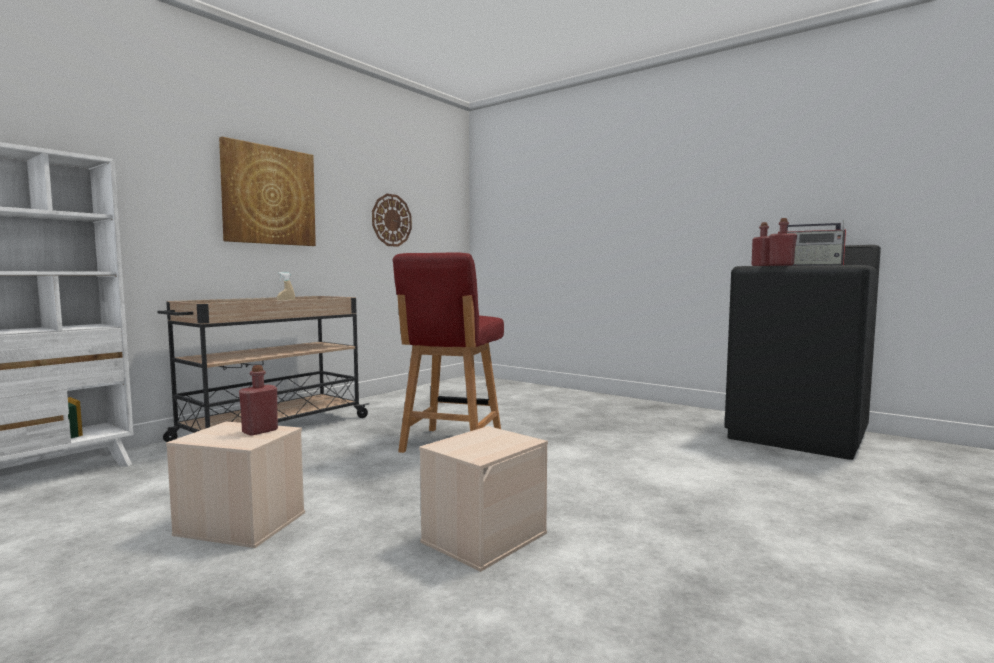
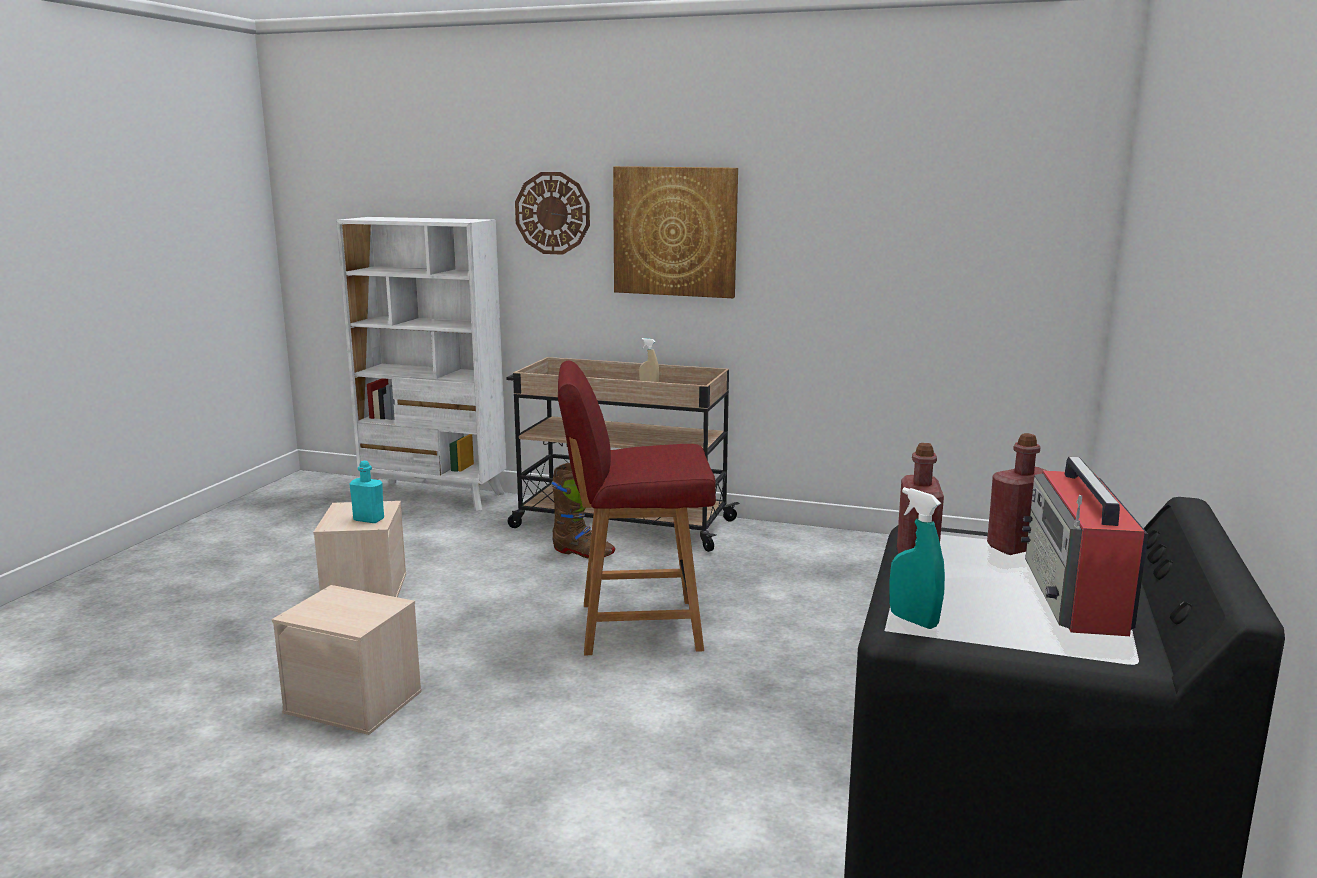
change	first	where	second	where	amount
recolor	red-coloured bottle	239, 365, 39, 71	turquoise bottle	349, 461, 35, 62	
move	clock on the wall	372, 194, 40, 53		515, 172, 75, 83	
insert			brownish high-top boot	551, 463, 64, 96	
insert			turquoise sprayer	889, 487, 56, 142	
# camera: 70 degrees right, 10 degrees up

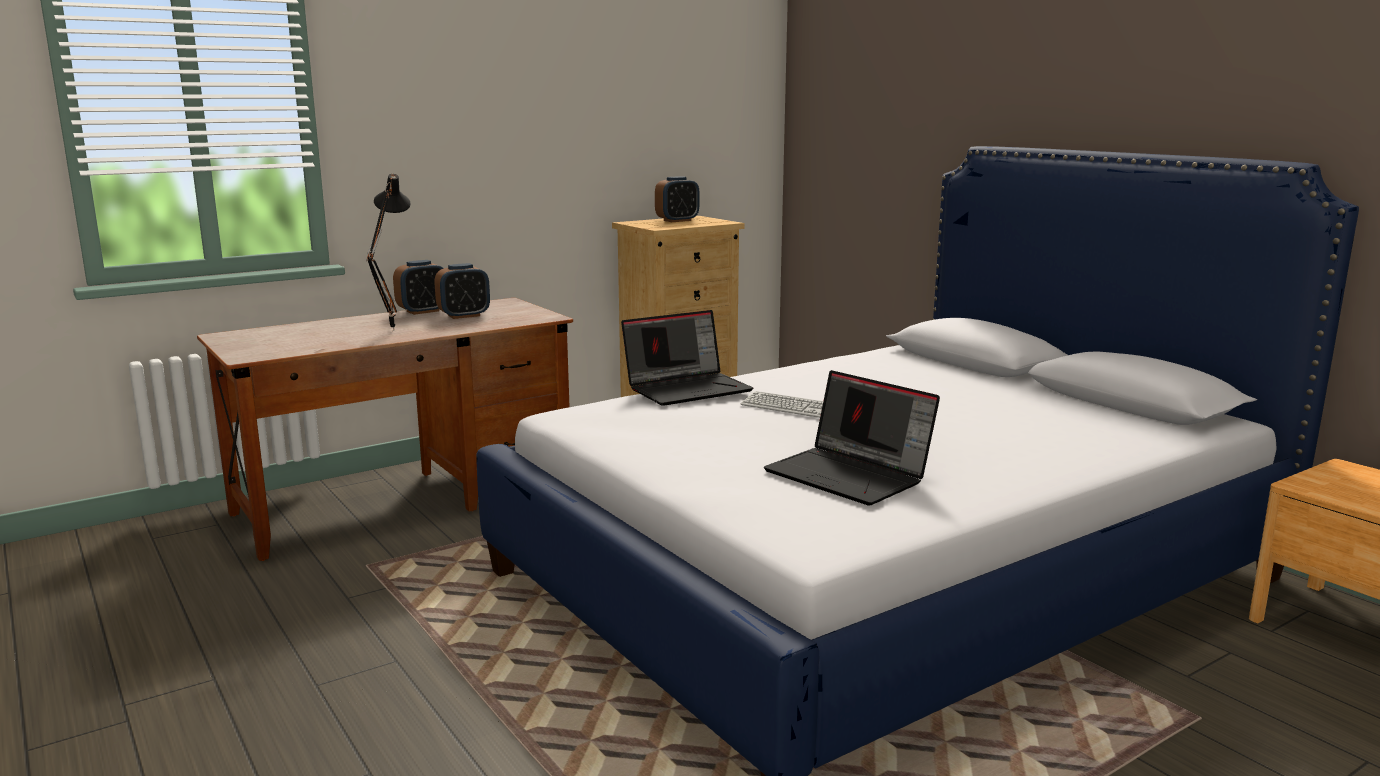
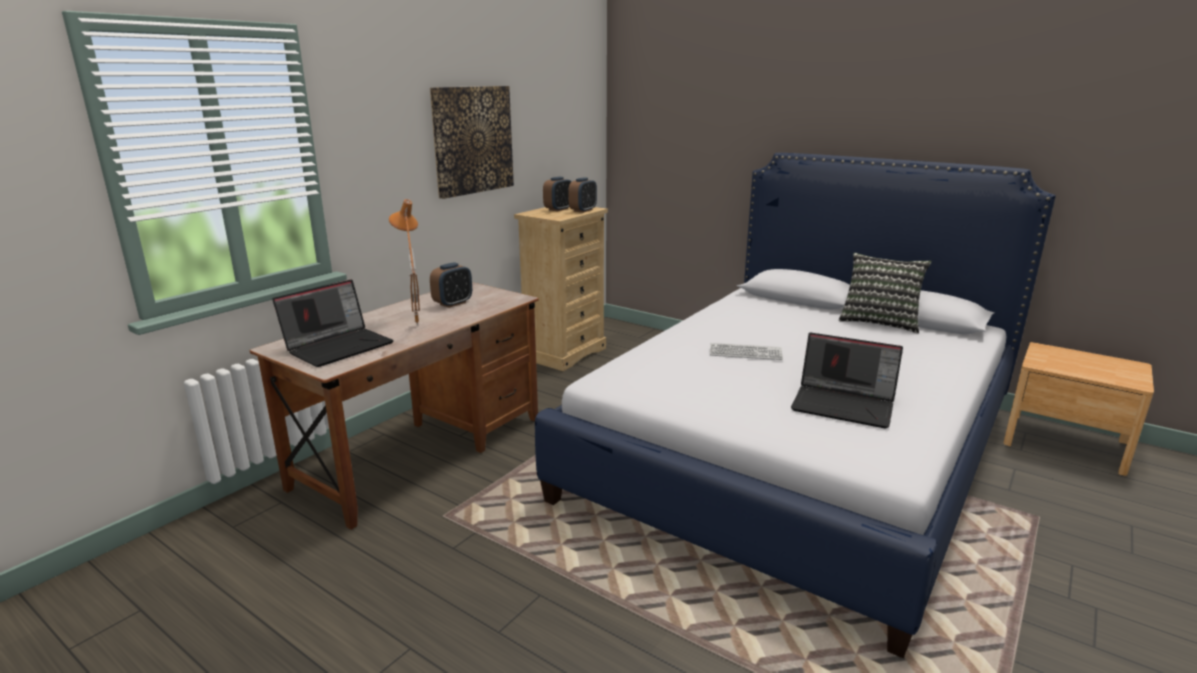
change	first	where	second	where	amount
move	notebook computer	621, 310, 132, 96		272, 280, 122, 87	
recolor	blackish lamp for a table	366, 174, 44, 157	orange lamp for a table	389, 199, 31, 127	
insert			wall picture	430, 86, 84, 113	
move	table clock	393, 260, 51, 55		568, 177, 29, 36	
insert			throw pillow	839, 253, 93, 80	
# camera: 20 degrees left, 5 degrees up

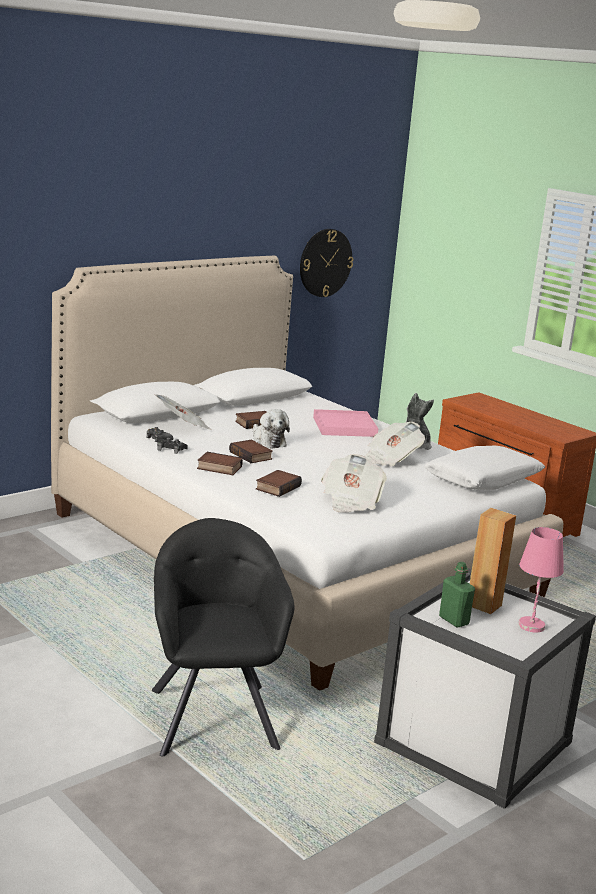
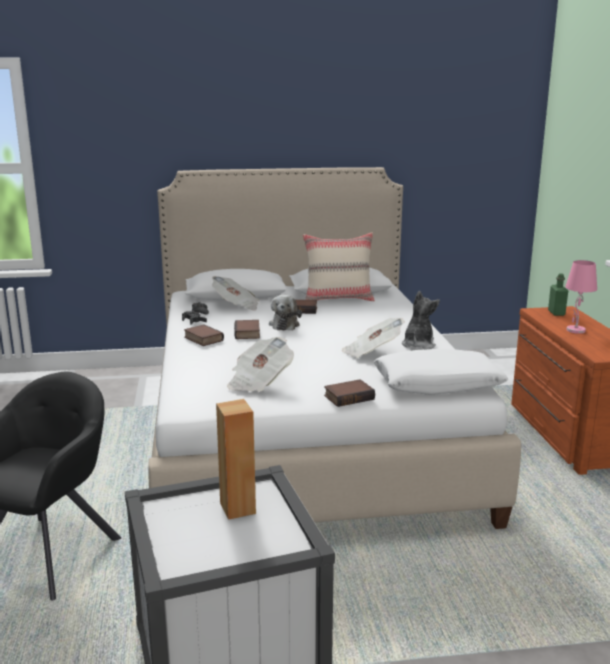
change	first	where	second	where	amount
insert			sand-coloured throw pillow	303, 233, 72, 68	
move	volume	256, 470, 46, 27		324, 379, 51, 28	
move	green-coloured bottle	439, 562, 36, 65		548, 273, 20, 43	
move	pinkish lamp for a table	518, 527, 46, 105		565, 260, 32, 74	
delete	clock on the wall	300, 229, 53, 68			
delete	pinkish carrying tray	313, 409, 65, 28			
# camera: 35 degrees right, 0 degrees up

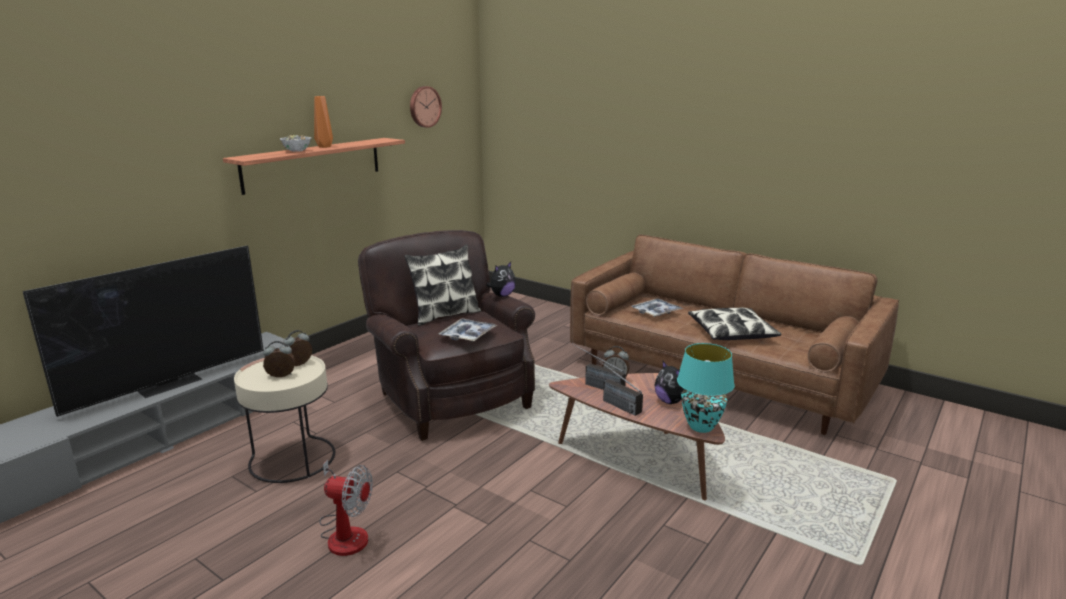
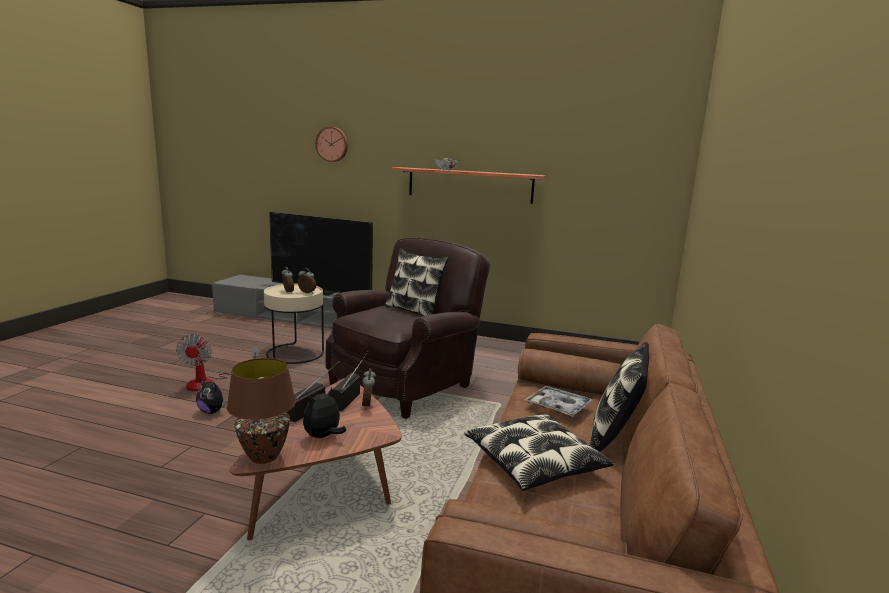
change	first	where	second	where	amount
move	plush toy	487, 262, 29, 35		196, 379, 32, 35	
recolor	turquoise lamp for a table	677, 343, 58, 90	brownish lamp for a table	227, 358, 69, 106	
move	clock on the wall	410, 86, 32, 42		315, 127, 33, 35	
insert			throw pillow	590, 342, 59, 110	
delete	orange decorative vase	314, 96, 19, 52			
delete	carrying tray	439, 318, 58, 24			
# camera: 70 degrees right, 5 degrees down

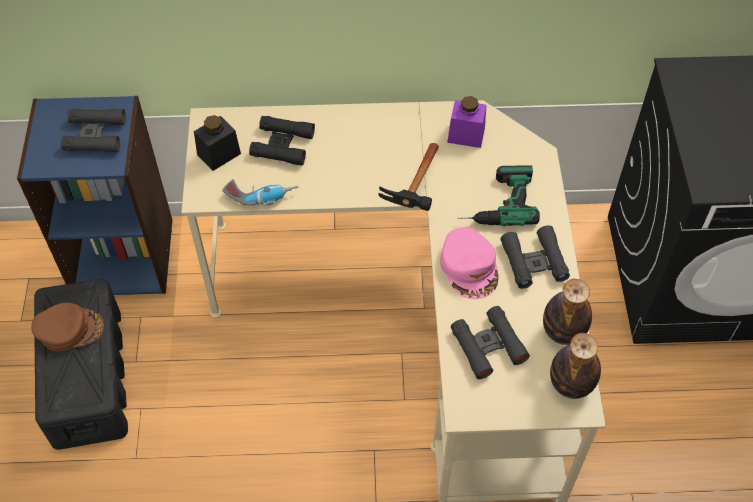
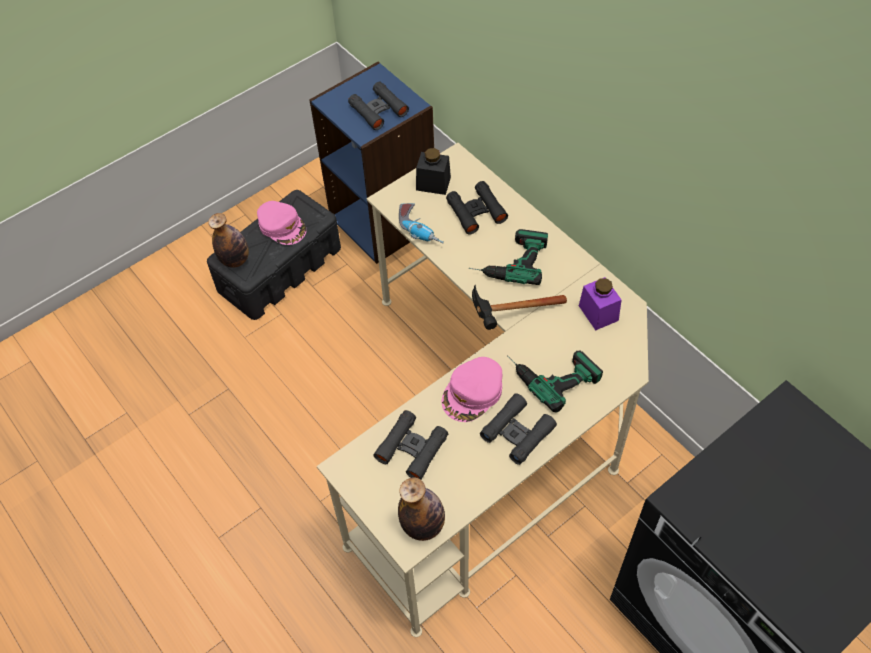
change	first	where	second	where	amount
move	bottle	543, 279, 49, 66		208, 213, 41, 55	
recolor	brownish peaked cap	31, 302, 73, 50	pinkish peaked cap	257, 201, 50, 44	
insert			power drill	469, 229, 79, 56	
# camera: 55 degrees right, 0 degrees up

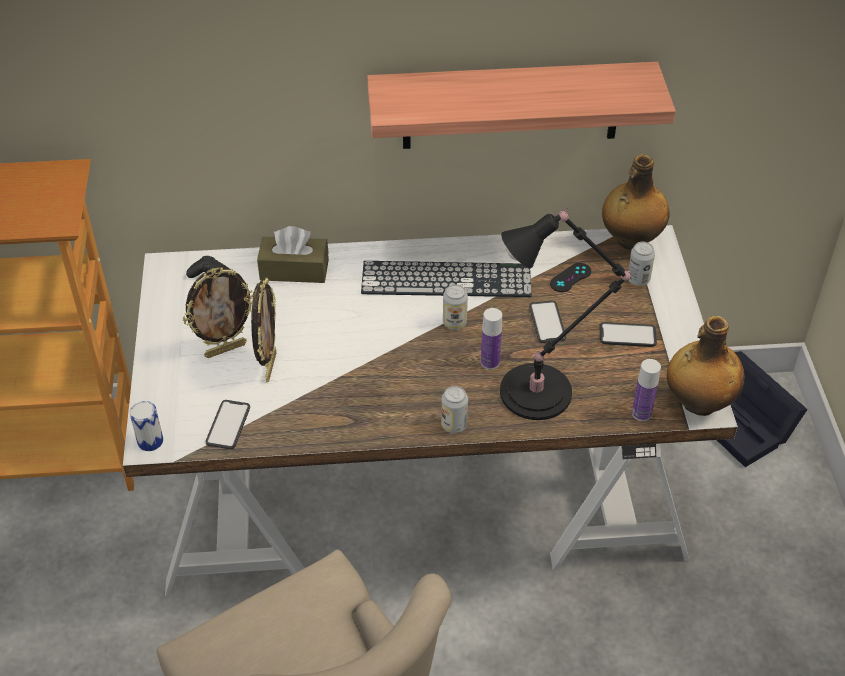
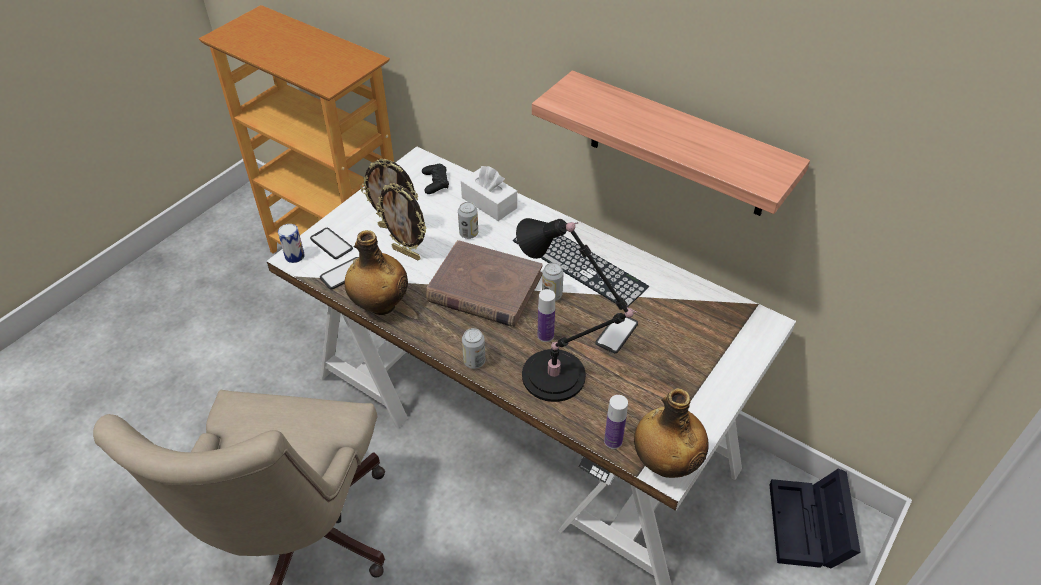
change	first	where	second	where	amount
move	phone	600, 322, 57, 25		310, 228, 43, 31	
move	bottle	602, 154, 68, 95		345, 230, 63, 85	
rotate	photo frame	251, 278, 25, 104		376, 183, 51, 77	75 degrees clockwise
insert			brownish volume	426, 240, 117, 87	
move	can	628, 242, 27, 44		458, 202, 20, 37	
recolor	brownish box of tissues	257, 226, 72, 57	white box of tissues	461, 166, 56, 55	
delete	blackish gamepad	550, 263, 41, 29			
# camera: 40 degrees right, 0 degrees up

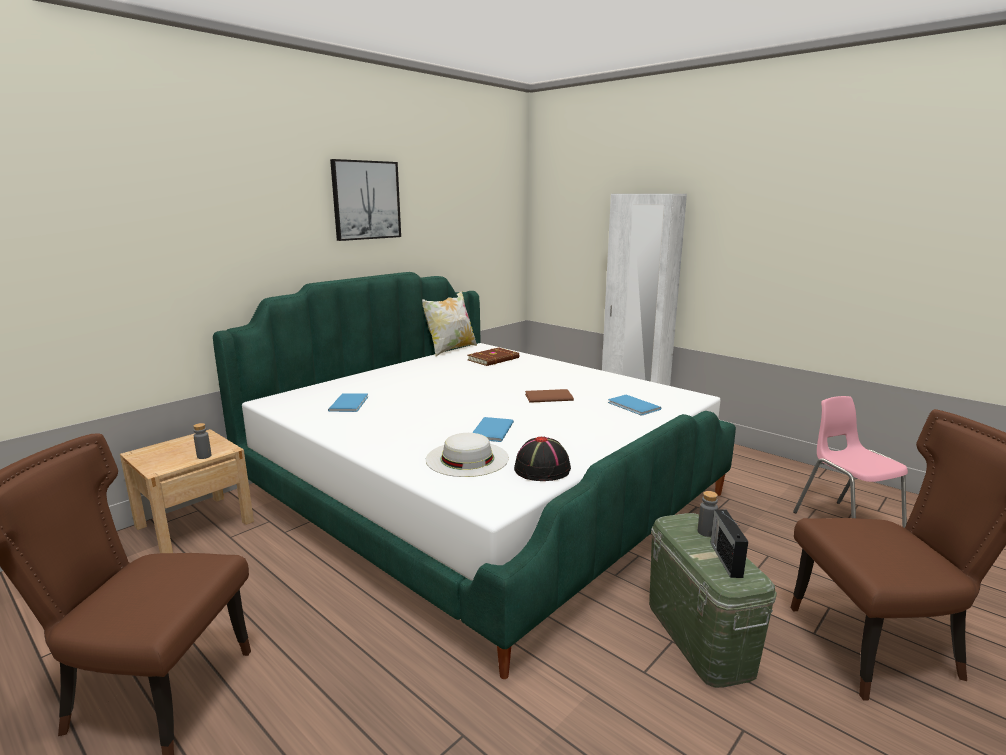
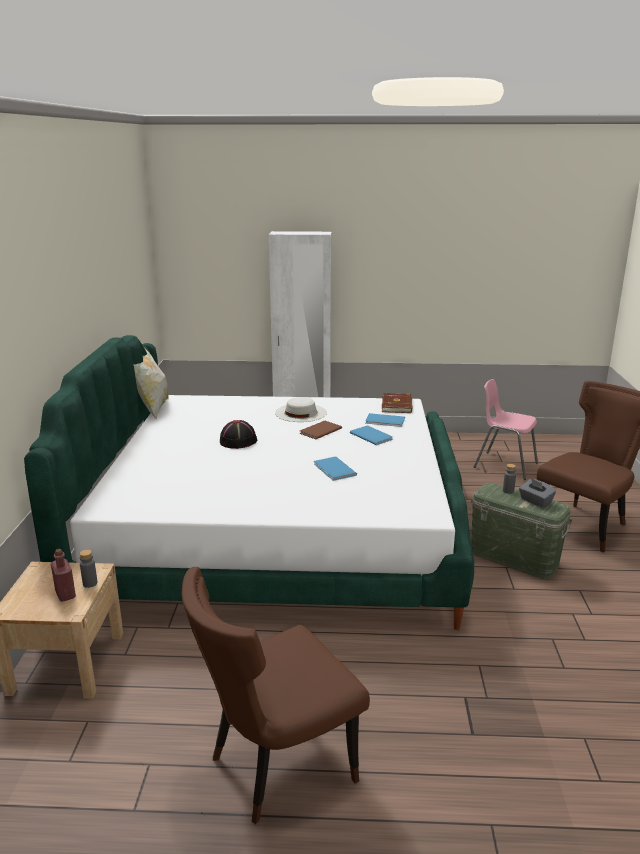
change	first	where	second	where	amount
insert			red-coloured bottle	51, 549, 25, 53	
move	blackish hat	514, 436, 57, 45		220, 420, 37, 29	
move	white hat	426, 433, 83, 44		275, 397, 52, 25	
move	bluish volume	328, 393, 40, 19		350, 425, 43, 20	
move	brownish volume	468, 347, 51, 19		382, 393, 30, 20	
replace	radio	710, 509, 38, 69	gray box of tissues	519, 478, 37, 30	
delete	wall picture	330, 159, 71, 82			
# camera: 40 degrees left, 5 degrees up

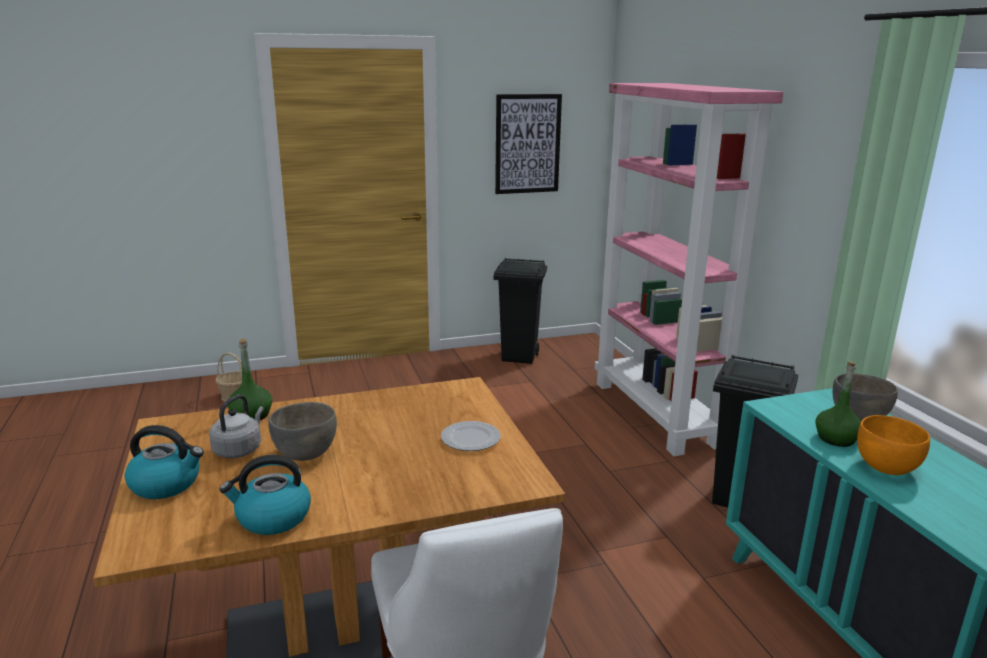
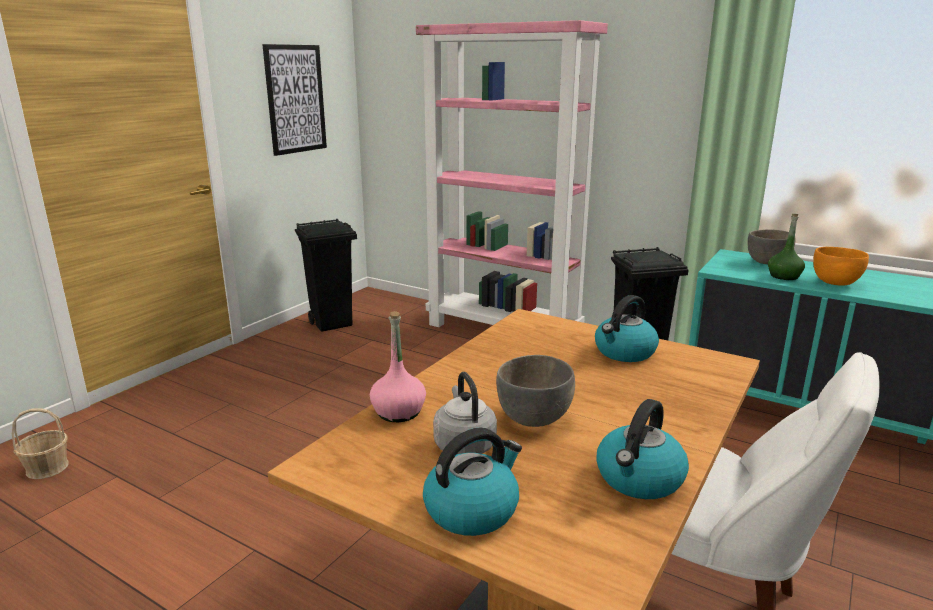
change	first	where	second	where	amount
recolor	green-coloured bottle	227, 339, 45, 81	pinkish bottle	370, 311, 56, 111	
replace	flat dish	441, 421, 60, 30	water kettle	595, 295, 64, 67	
# camera: 40 degrees left, 0 degrees up

